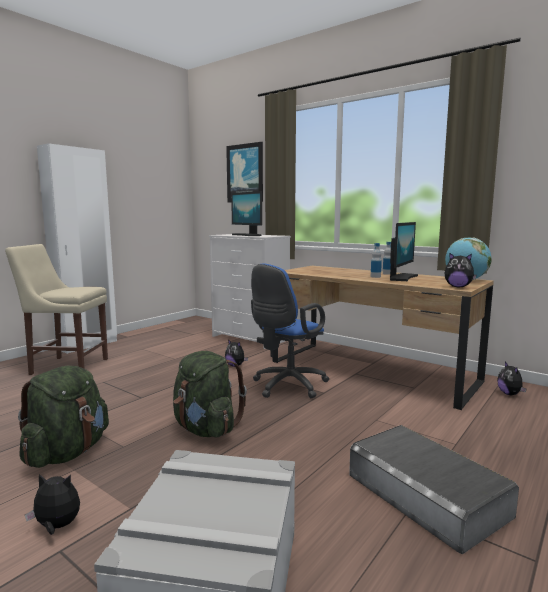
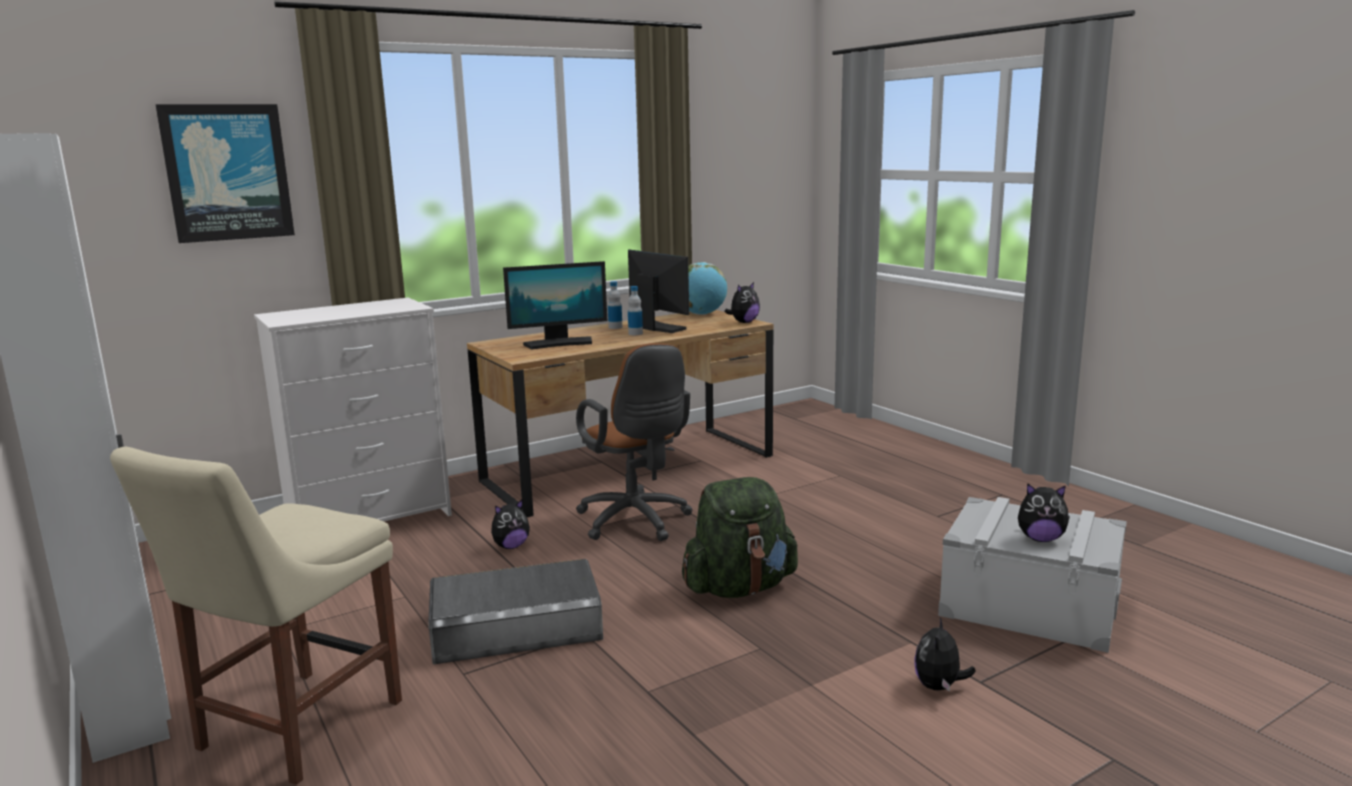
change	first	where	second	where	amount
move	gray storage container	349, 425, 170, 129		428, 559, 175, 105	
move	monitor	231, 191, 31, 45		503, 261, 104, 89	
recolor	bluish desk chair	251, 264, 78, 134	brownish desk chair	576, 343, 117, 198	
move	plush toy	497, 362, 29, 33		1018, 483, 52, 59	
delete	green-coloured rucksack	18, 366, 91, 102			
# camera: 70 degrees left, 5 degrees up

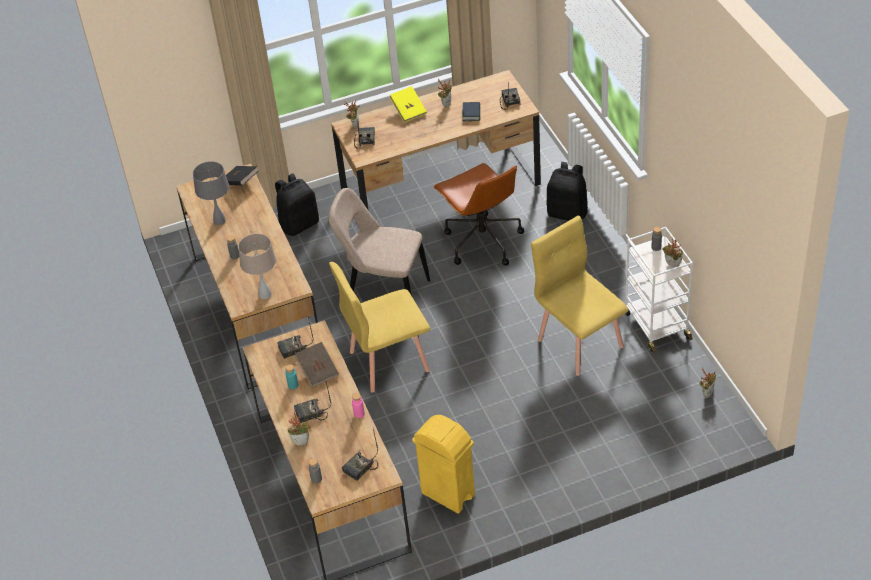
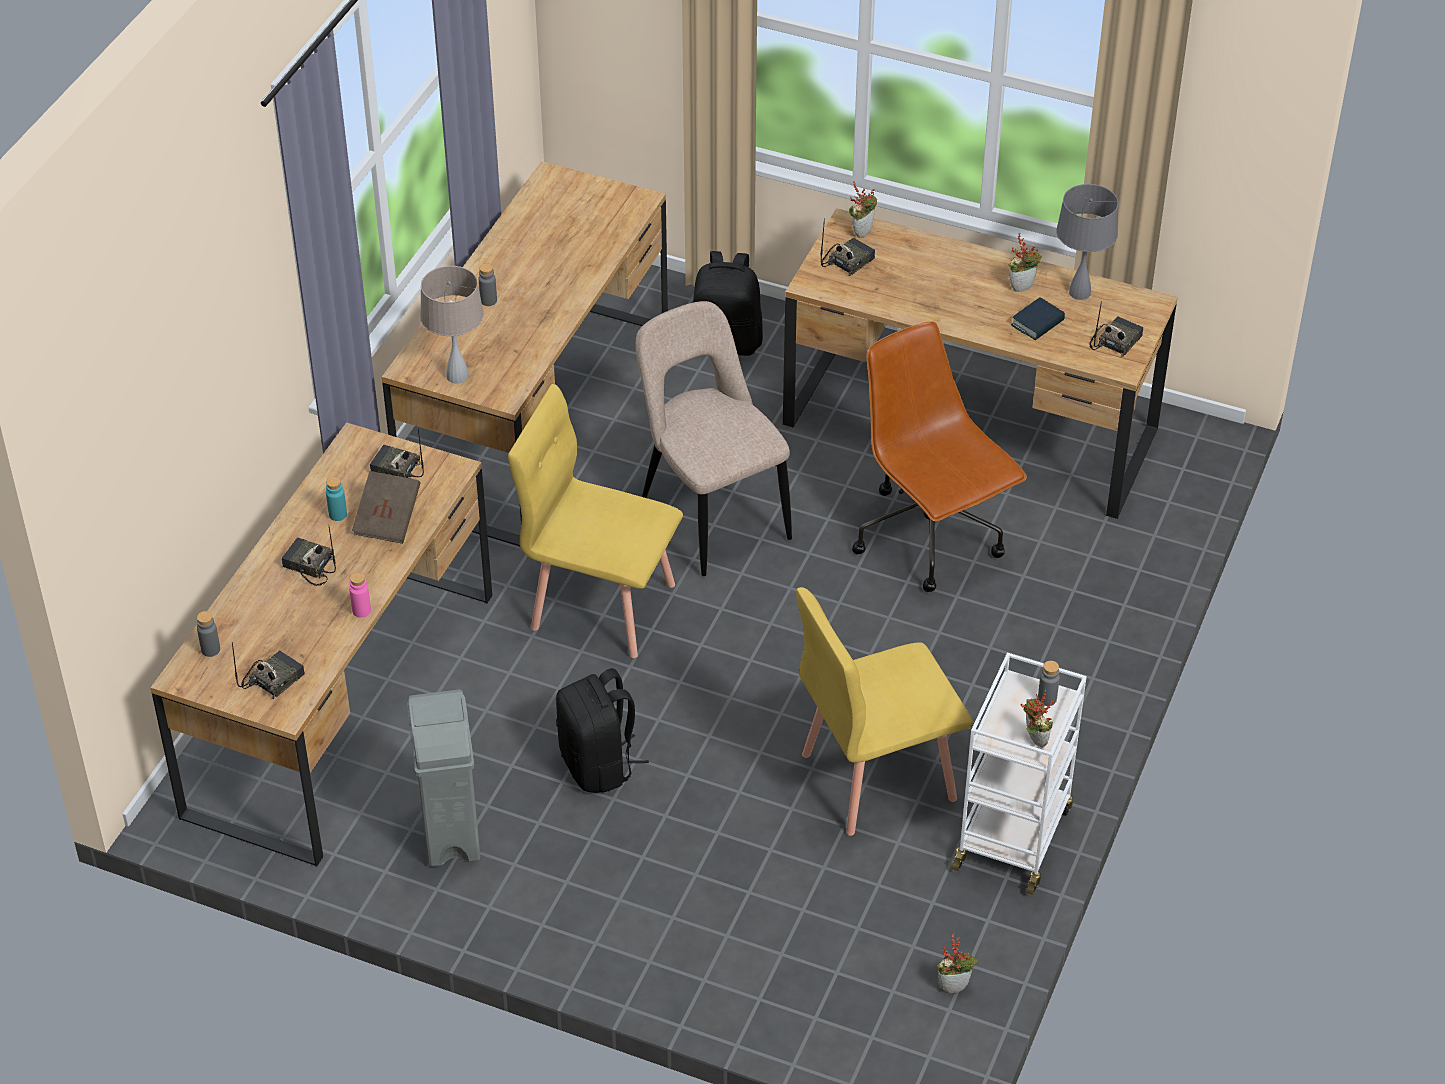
change	first	where	second	where	amount
rotate	radio	342, 429, 37, 52		232, 642, 73, 57	135 degrees clockwise
recolor	yellow-coloured trash can	412, 415, 63, 99	gray trash can	407, 690, 73, 177	
move	blackish rucksack	546, 162, 42, 59		556, 668, 93, 125	
rotate	yellow-coloured upright chair	531, 216, 97, 160		796, 587, 177, 249	120 degrees counterclockwise
rotate	brownish desk chair	433, 163, 91, 103		852, 321, 175, 271	135 degrees clockwise
move	gray lamp for a table	193, 161, 36, 64		1056, 184, 63, 116	
delete	blackish volume	226, 166, 33, 20			
delete	plant in a pot	287, 410, 24, 36			
delete	yellow-coloured volume	390, 86, 37, 37			
# camera: 40 degrees right, 0 degrees up

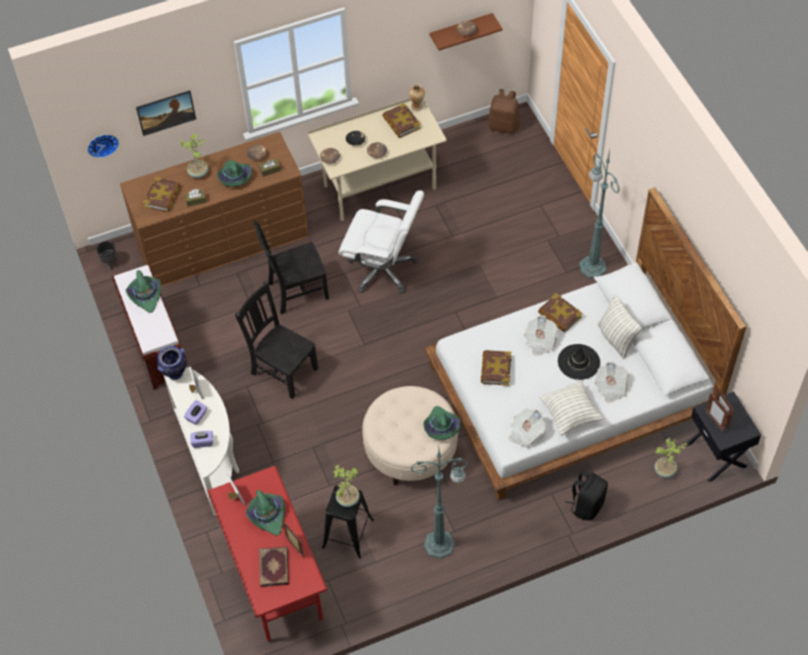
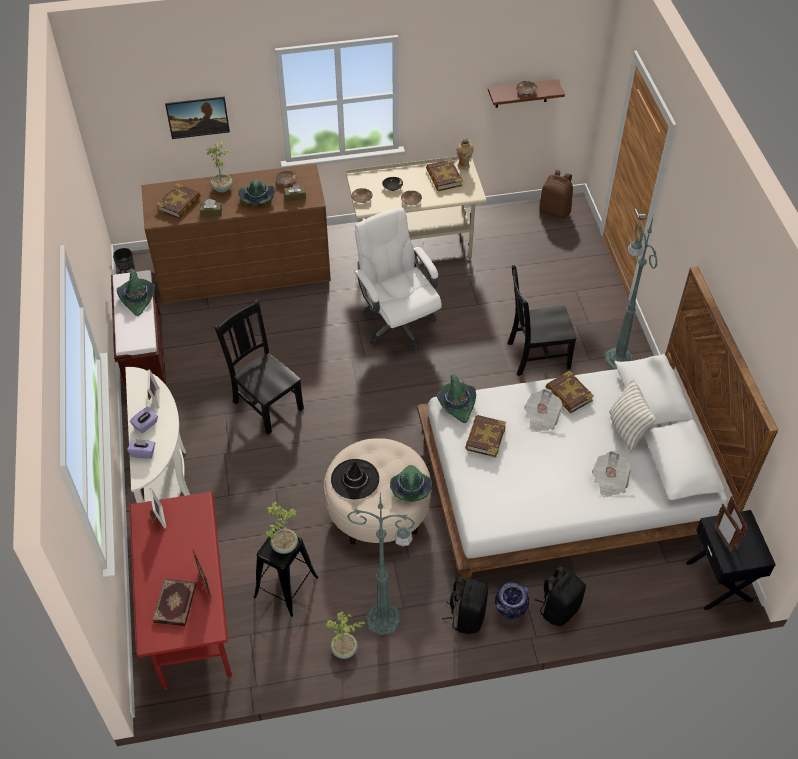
change	first	where	second	where	amount
move	plant in a pot	655, 438, 33, 40		325, 611, 41, 48	
move	blackish hat	558, 344, 42, 36		331, 459, 48, 40	
rotate	white desk chair	338, 190, 86, 104		354, 207, 88, 144	150 degrees counterclockwise
move	green-coloured hat	246, 490, 39, 45		436, 374, 40, 49	
insert			blackish rucksack	442, 577, 46, 57	
move	decorative vase	157, 346, 30, 34		495, 582, 34, 38	
move	blackish upright chair	253, 220, 76, 95		508, 265, 69, 111	
delete	clock on the wall	87, 134, 32, 24			
delete	daily paper	509, 408, 37, 40			
delete	throw pillow	539, 380, 64, 56			
# camera: 10 degrees right, 5 degrees down

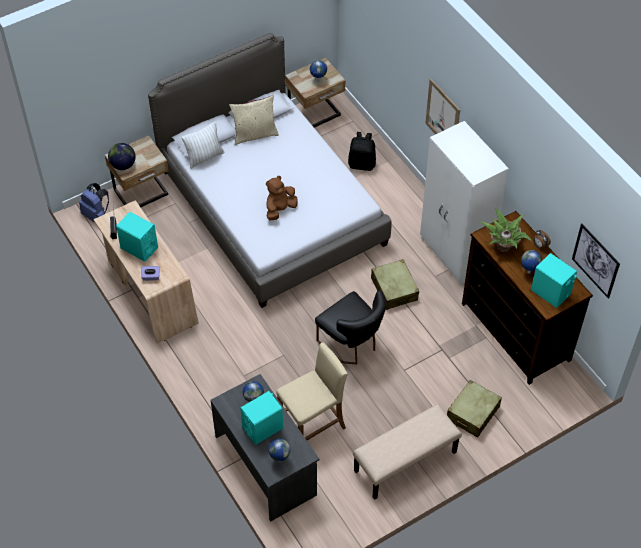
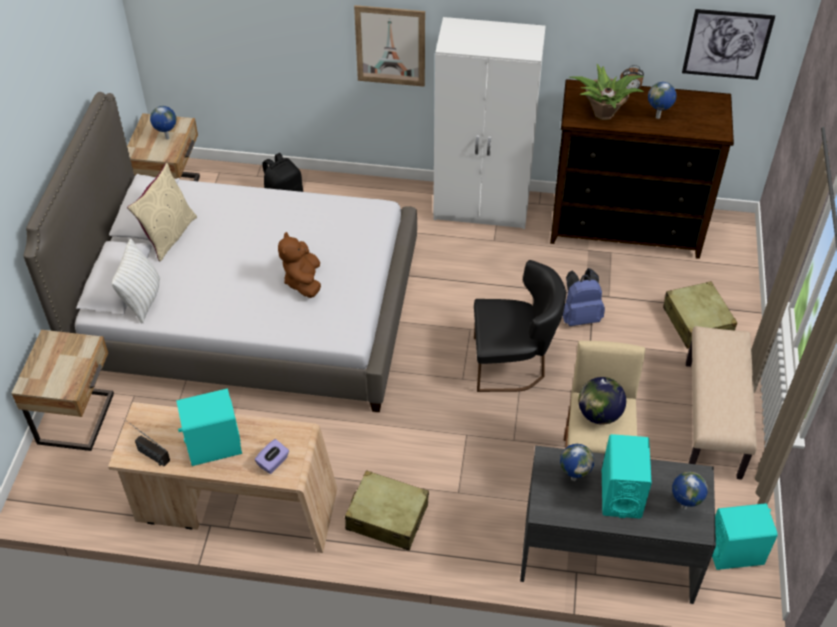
change	first	where	second	where	amount
move	sand-coloured piece of luggage	371, 259, 48, 51		345, 470, 84, 81	
move	bluish rucksack	79, 183, 30, 40		562, 268, 43, 58	
move	desk globe	108, 143, 28, 27		578, 377, 48, 48	
move	turquoise audio speaker	531, 253, 46, 55		712, 503, 66, 67	
# camera: 50 degrees left, 5 degrees down

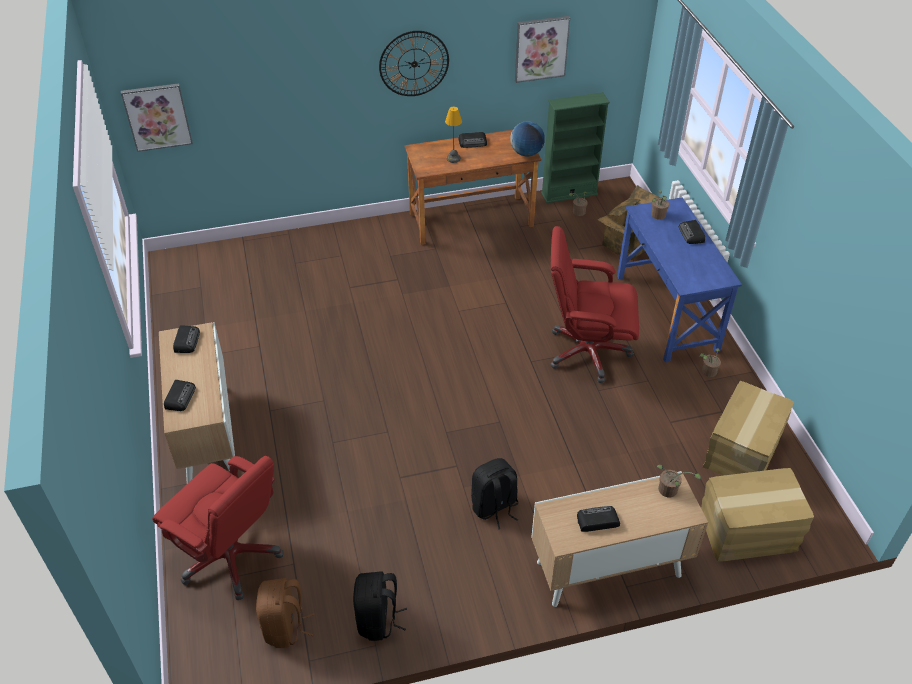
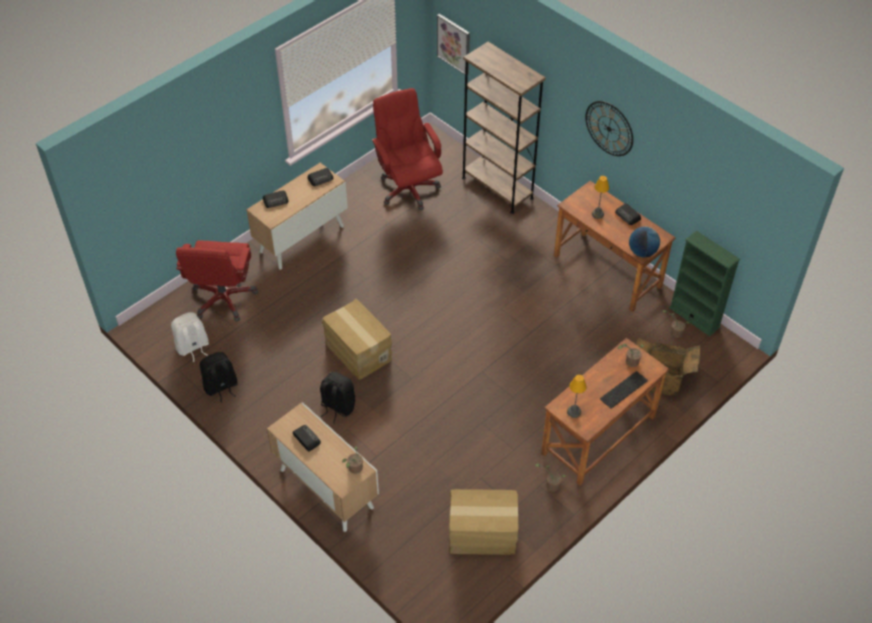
change	first	where	second	where	amount
recolor	brownish rucksack	256, 578, 59, 70	white rucksack	171, 312, 38, 50	
move	packing box	701, 468, 113, 94		322, 299, 70, 81	
move	red-coloured desk chair	550, 226, 89, 157		372, 88, 71, 122	
insert			brownish shelving unit	462, 42, 84, 172	
recolor	bluish desk table	617, 197, 125, 166	brownish desk table	541, 338, 128, 147	
insert			lamp for a table	567, 375, 20, 43	
replace	radio	679, 220, 26, 24	computer keyboard	600, 371, 48, 38	
delete	wall picture	515, 16, 55, 67			
# camera: 60 degrees right, 5 degrees up

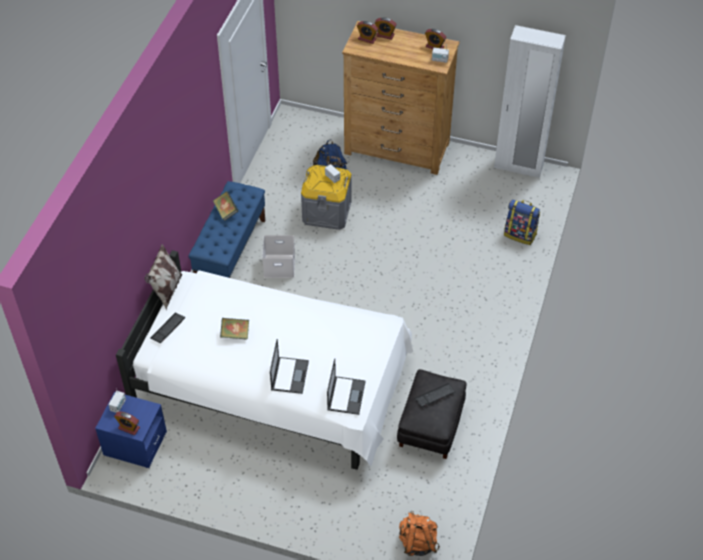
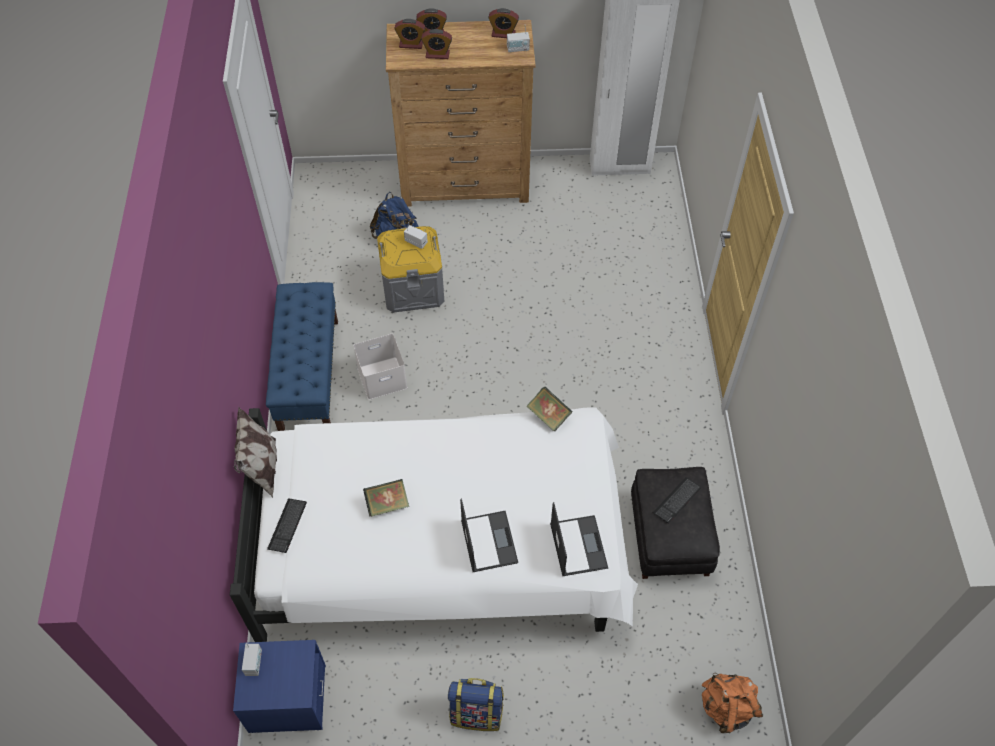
change	first	where	second	where	amount
move	table clock	114, 412, 26, 23		421, 29, 31, 30	
move	rucksack	504, 199, 36, 46		448, 678, 56, 53	
move	volume	213, 191, 25, 29		526, 386, 47, 45	
# camera: 20 degrees left, 5 degrees up

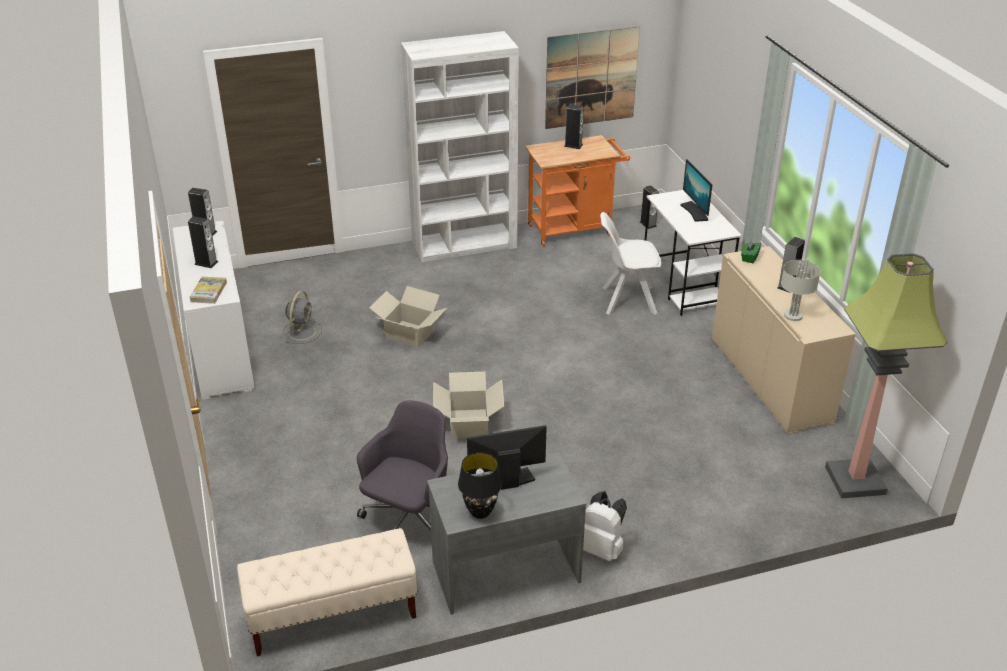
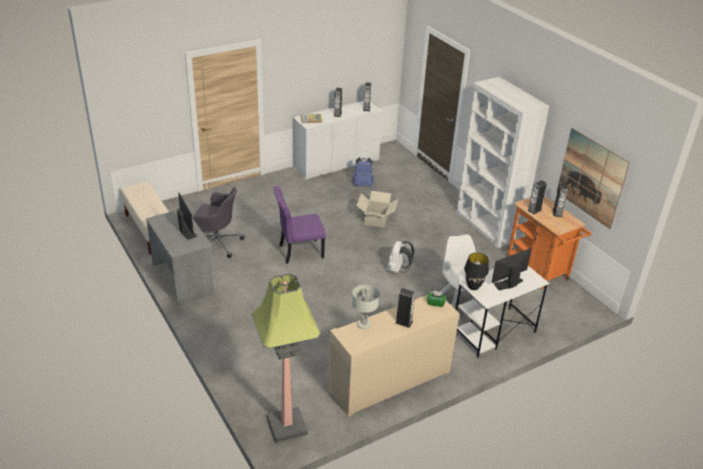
change	first	where	second	where	amount
replace	packing box	433, 372, 71, 67	purplish upright chair	273, 186, 53, 78	
replace	gray cooling fan	283, 291, 39, 53	bluish rucksack	352, 157, 22, 30	
move	white rucksack	583, 491, 44, 70		387, 241, 27, 32	
move	blackish lamp for a table	458, 452, 44, 67		464, 253, 25, 37	
move	audio speaker	640, 185, 19, 44		528, 180, 19, 34	
# camera: 75 degrees right, 0 degrees up

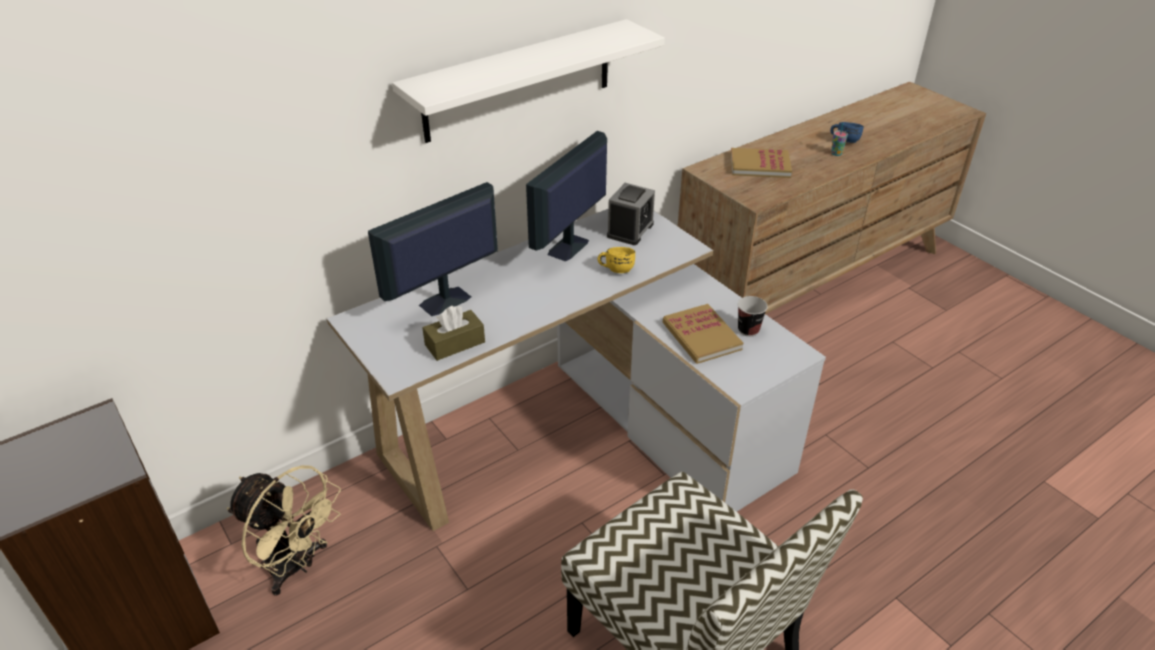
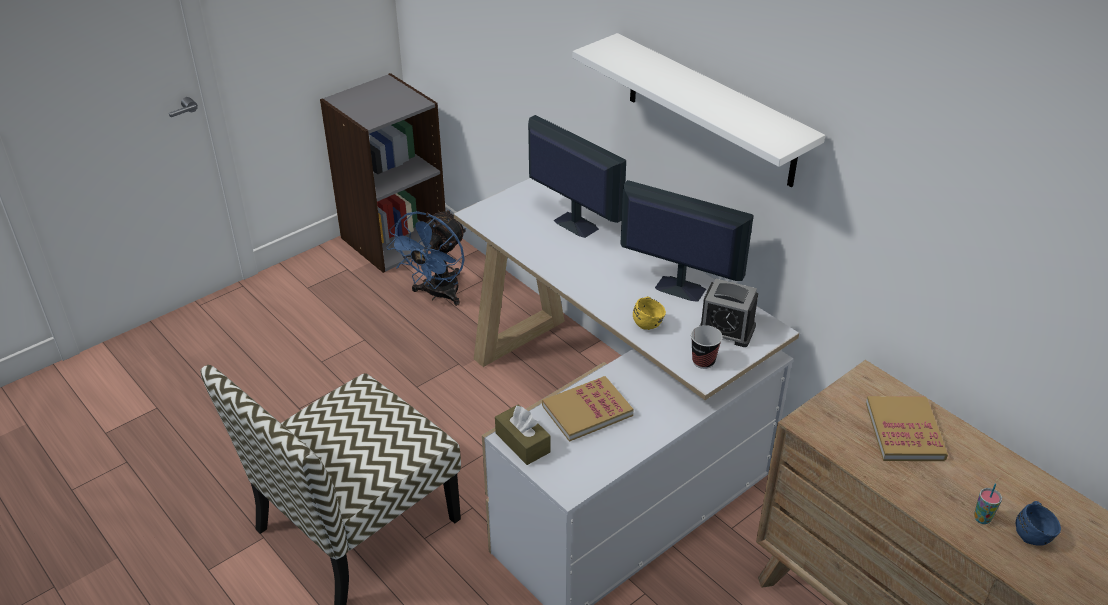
change	first	where	second	where	amount
recolor	sand-coloured cooling fan	227, 465, 114, 131	bluish cooling fan	386, 210, 80, 96	
move	brownish box of tissues	423, 306, 62, 55		495, 405, 56, 60	
move	small cup	738, 296, 30, 41		691, 325, 32, 44	
# camera: 85 degrees right, 0 degrees up

